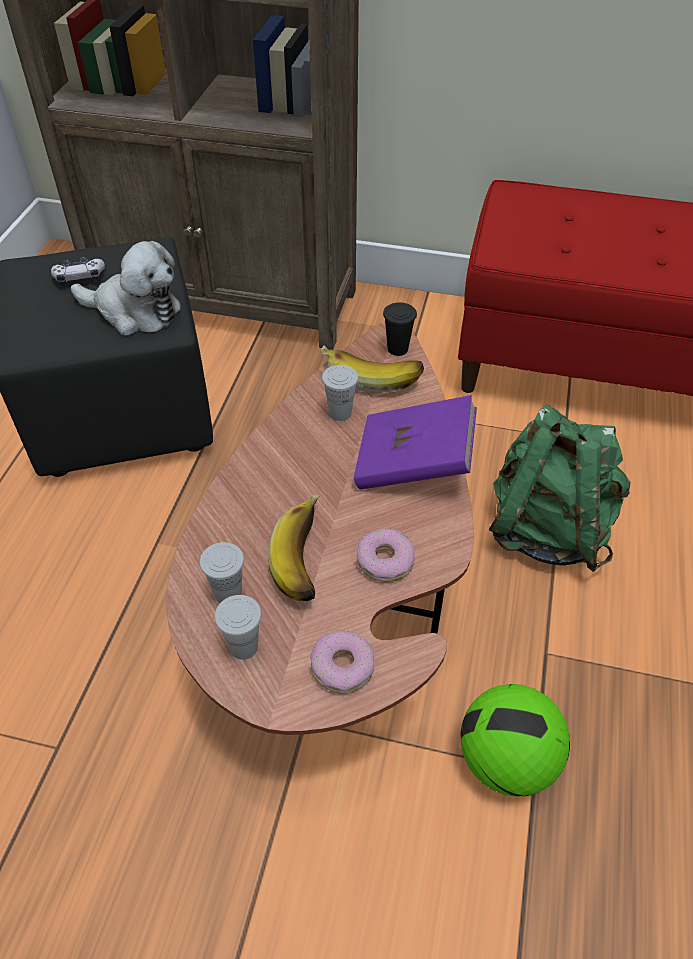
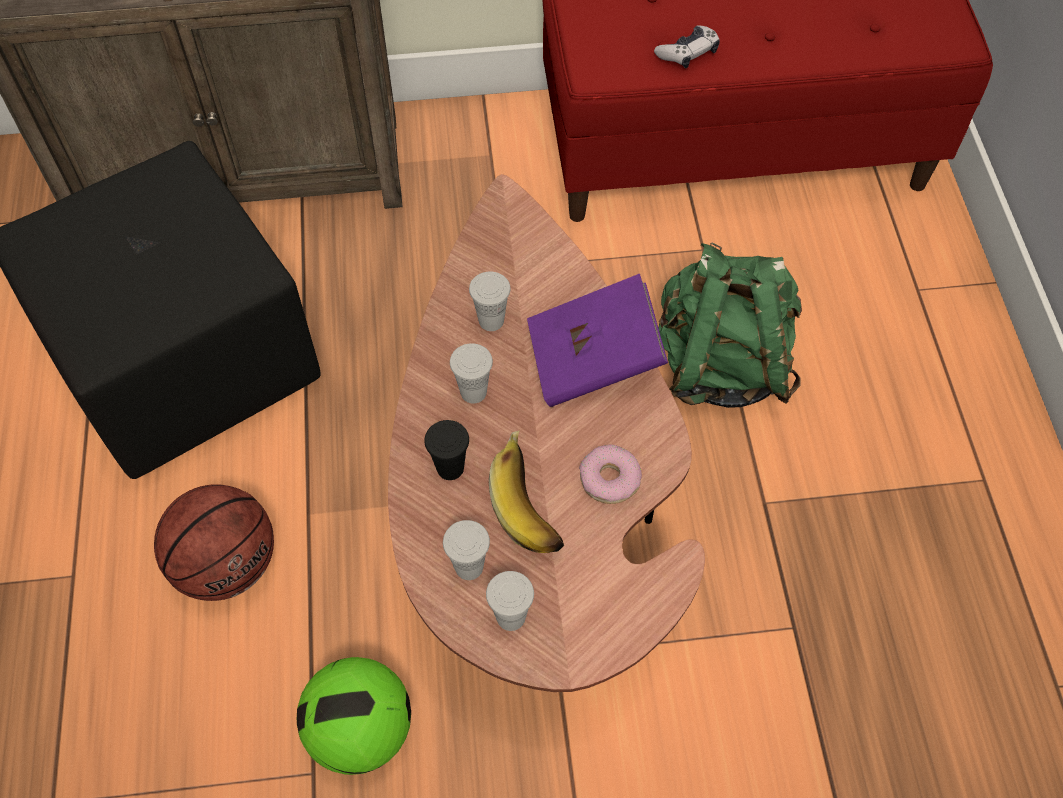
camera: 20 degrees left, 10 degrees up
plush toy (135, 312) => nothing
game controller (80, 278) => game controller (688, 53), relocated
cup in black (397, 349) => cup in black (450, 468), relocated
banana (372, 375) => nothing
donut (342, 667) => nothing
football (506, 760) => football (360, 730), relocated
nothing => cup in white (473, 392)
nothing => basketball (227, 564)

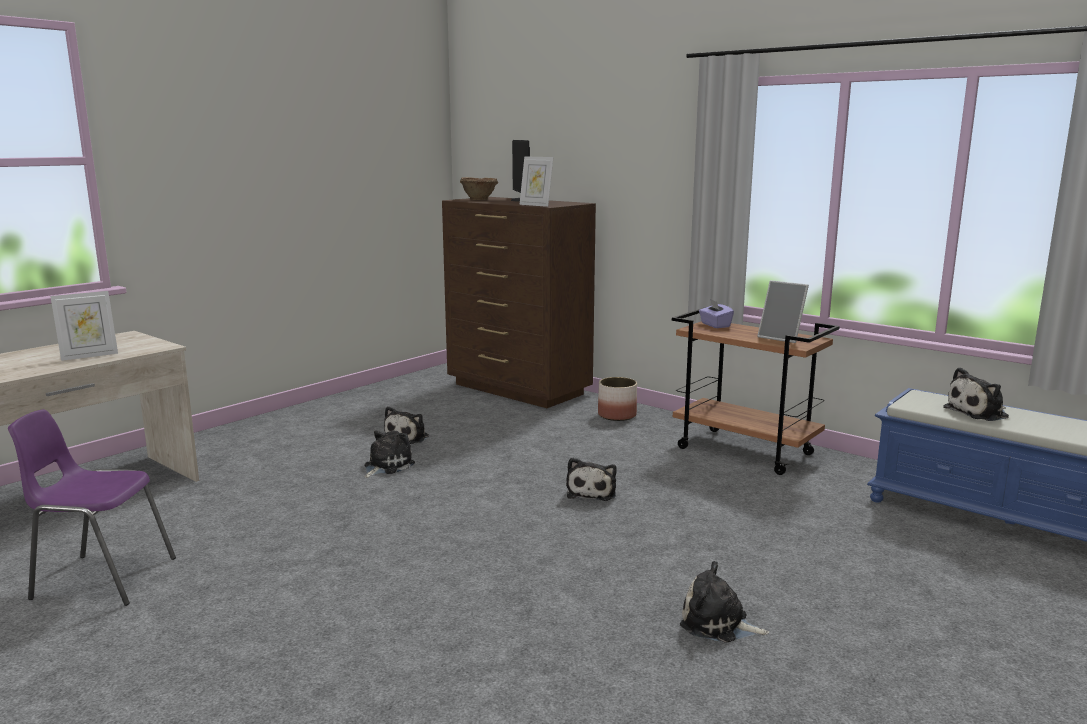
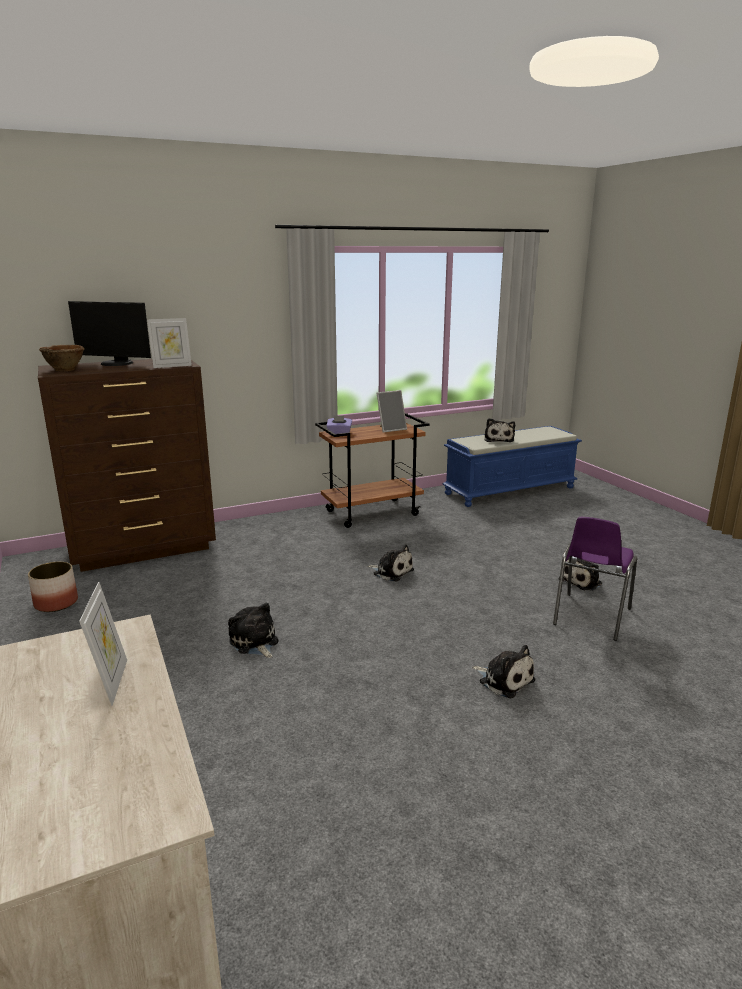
camera: 65 degrees left, 5 degrees up
planter (617, 415) => planter (56, 603), relocated
plush toy (408, 437) => plush toy (504, 680), relocated
chair in purple (101, 578) => chair in purple (590, 617), relocated

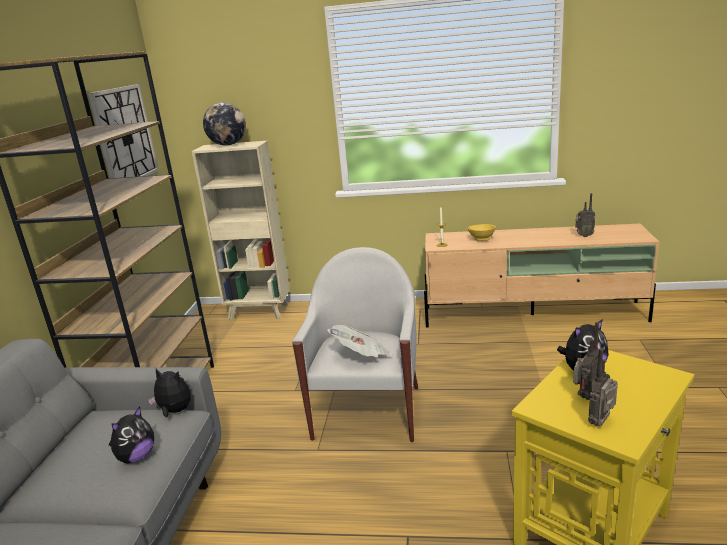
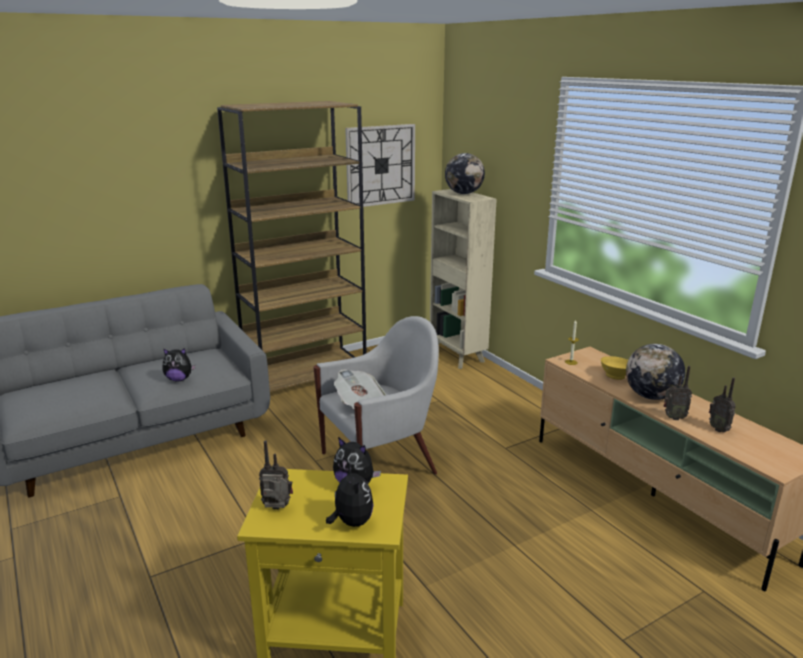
camera: 50 degrees right, 0 degrees up
radio (584, 396) => radio (673, 417), relocated
plush toy (174, 411) => plush toy (351, 522), relocated
nothing => globe (651, 396)

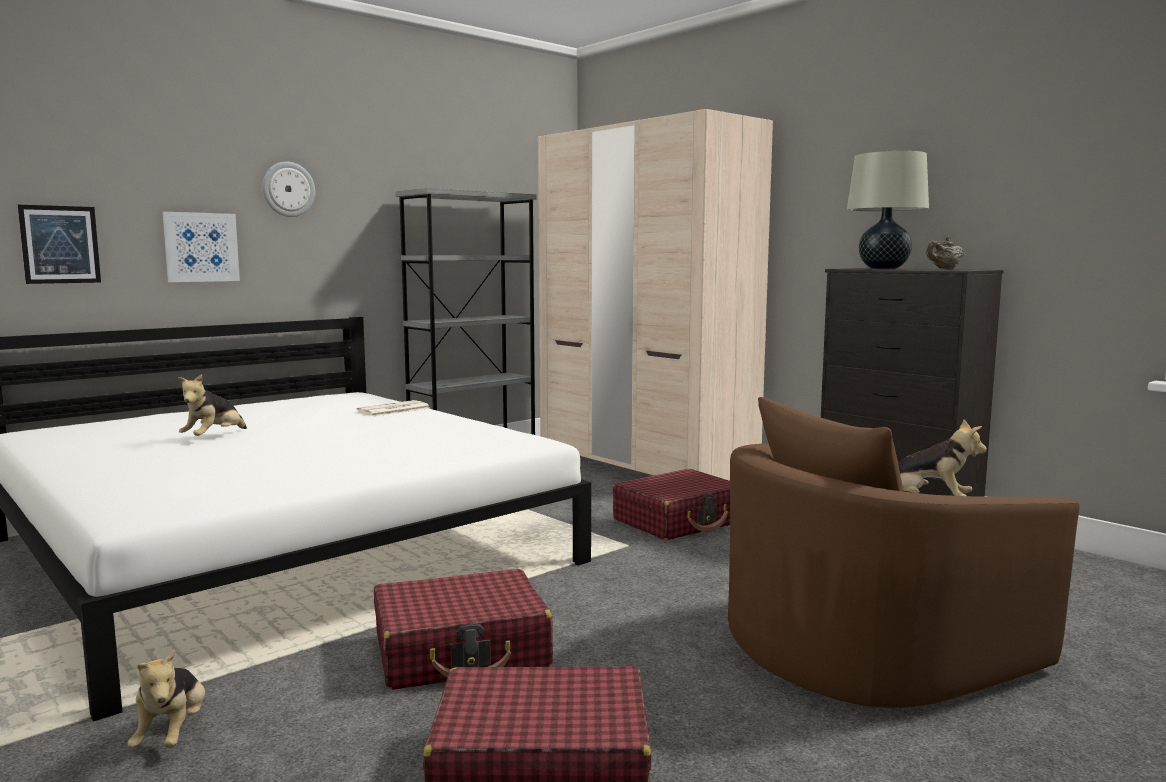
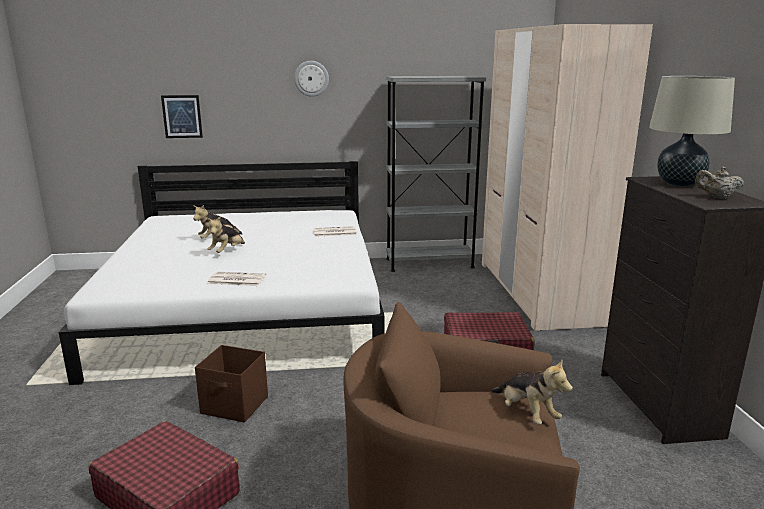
camera: 35 degrees right, 10 degrees up
picture (201, 247) => nothing
suitcase in red (462, 652) => storage box in brown (235, 406)
plush toy (172, 734) => plush toy (227, 251), relocated
nothing => newspaper (236, 280)

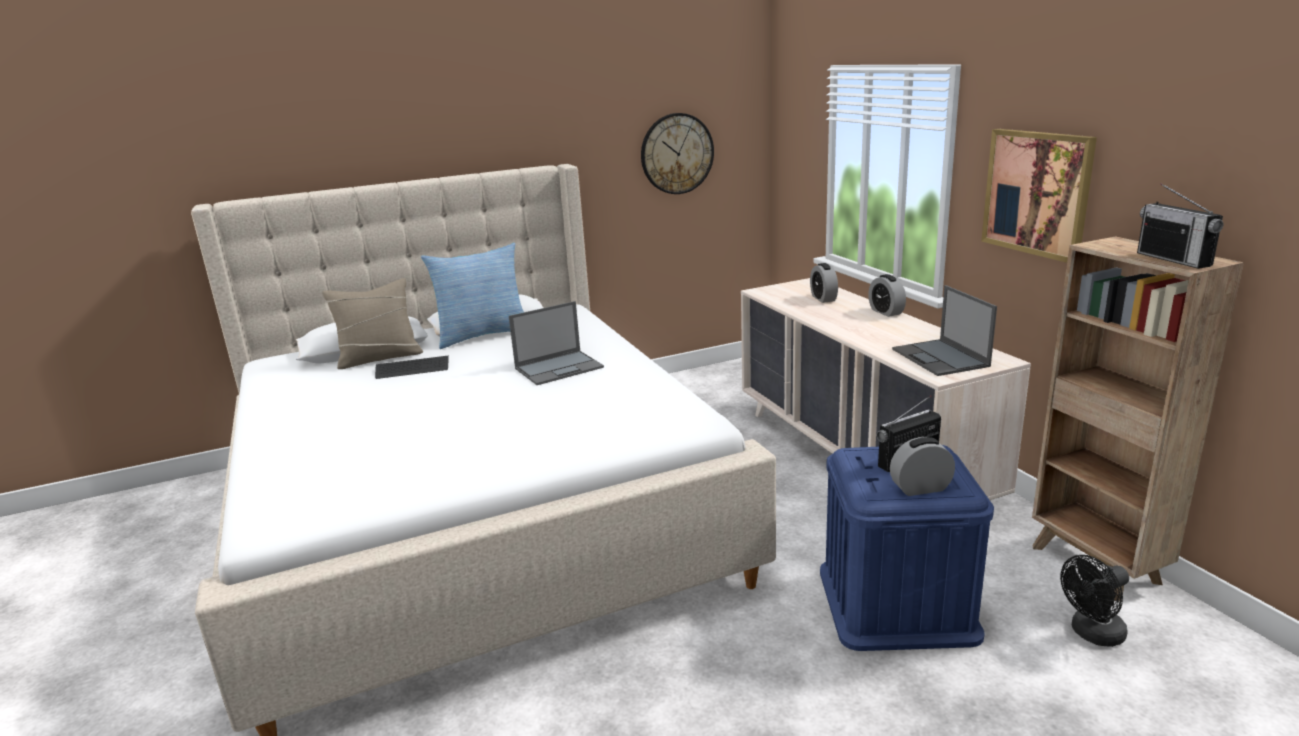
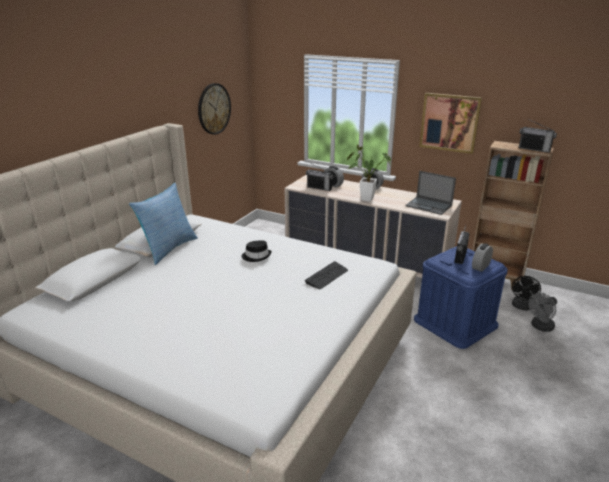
camera: 40 degrees left, 5 degrees up
pillow in beige (379, 358) => nothing
laptop (560, 368) => hat in black (256, 256)
keyboard (412, 369) => keyboard (327, 276), relocated
nothing => potted plant (364, 198)
nothing => radio (319, 188)
nothing => fan in grey (540, 327)

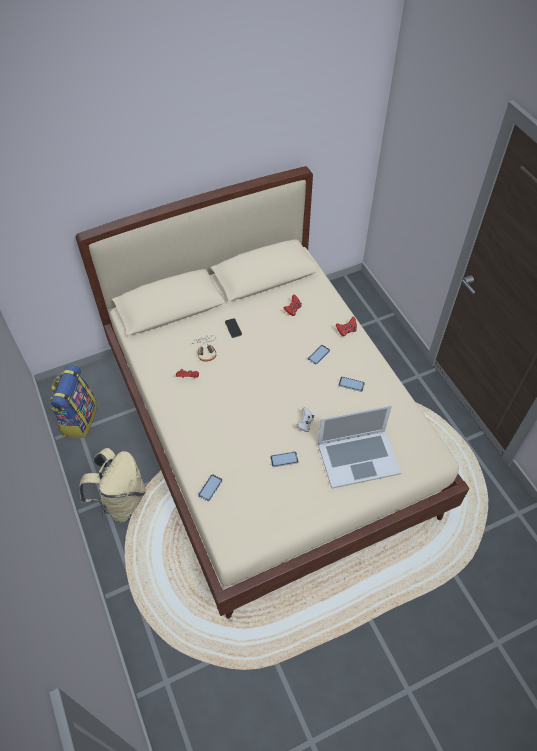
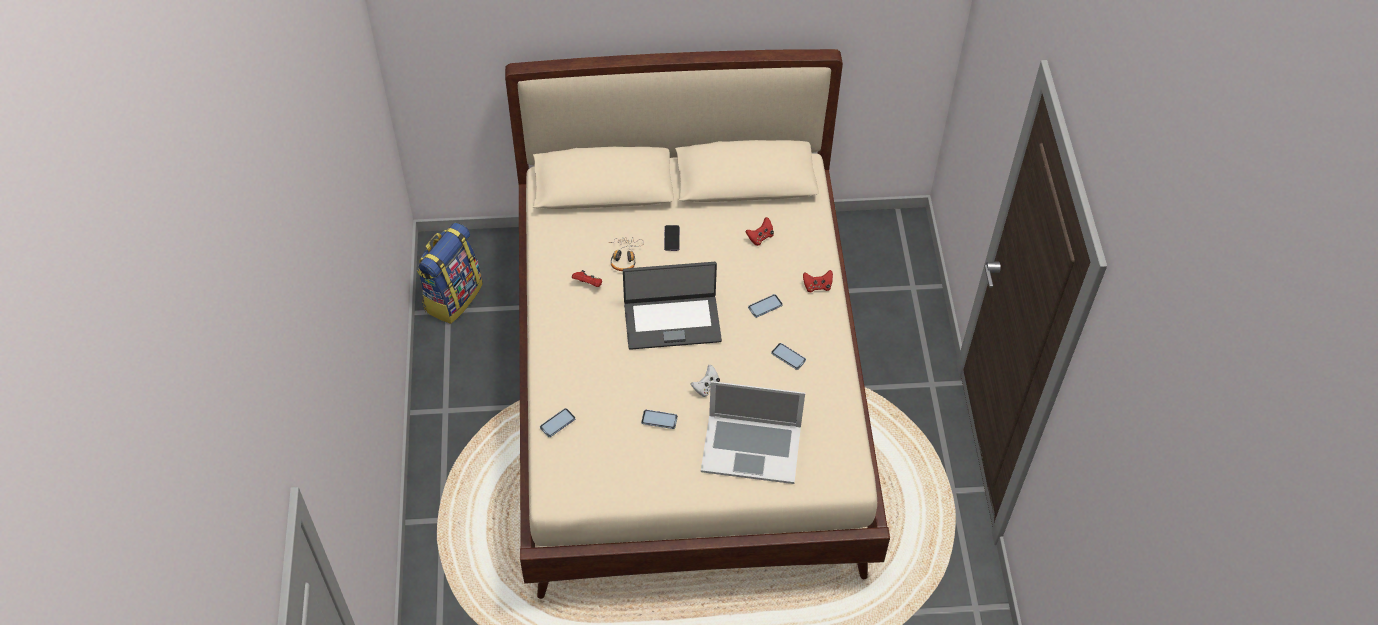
camera: 20 degrees right, 0 degrees up
backpack in beige (121, 501) => nothing
nothing => laptop (672, 321)

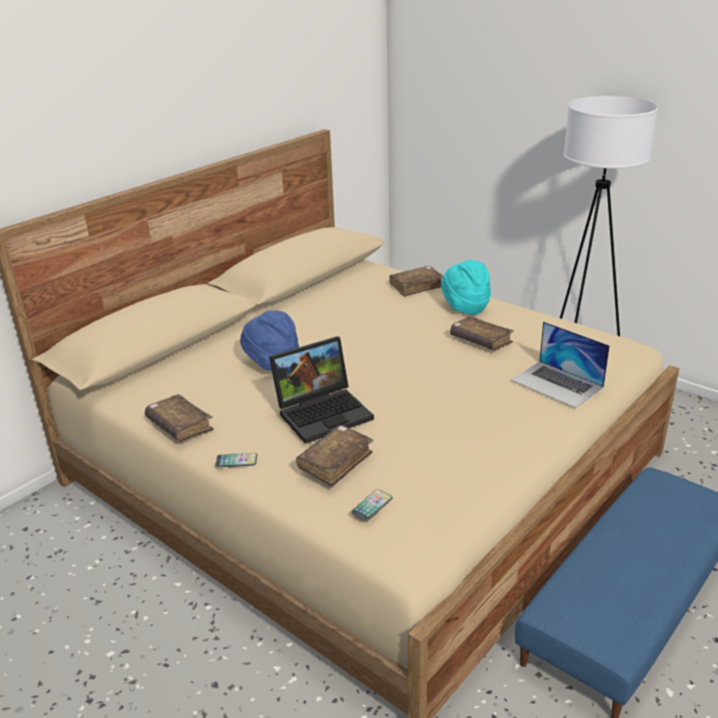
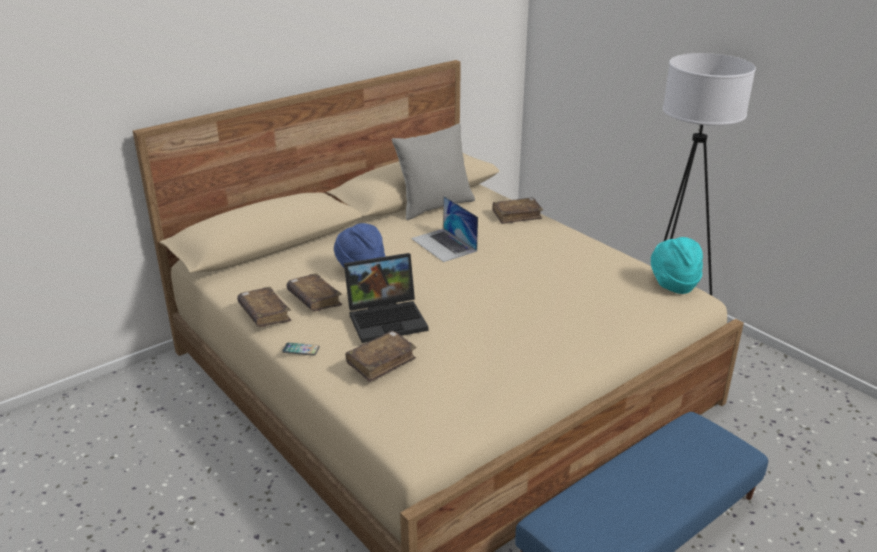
camera: 10 degrees right, 0 degrees up
hat in turquoise (465, 307) => hat in turquoise (673, 284), relocated
book in brown (481, 340) => book in brown (314, 299), relocated
laptop (557, 383) => laptop (444, 245), relocated
phone (372, 505) => nothing
nothing => pillow in grey (434, 206)

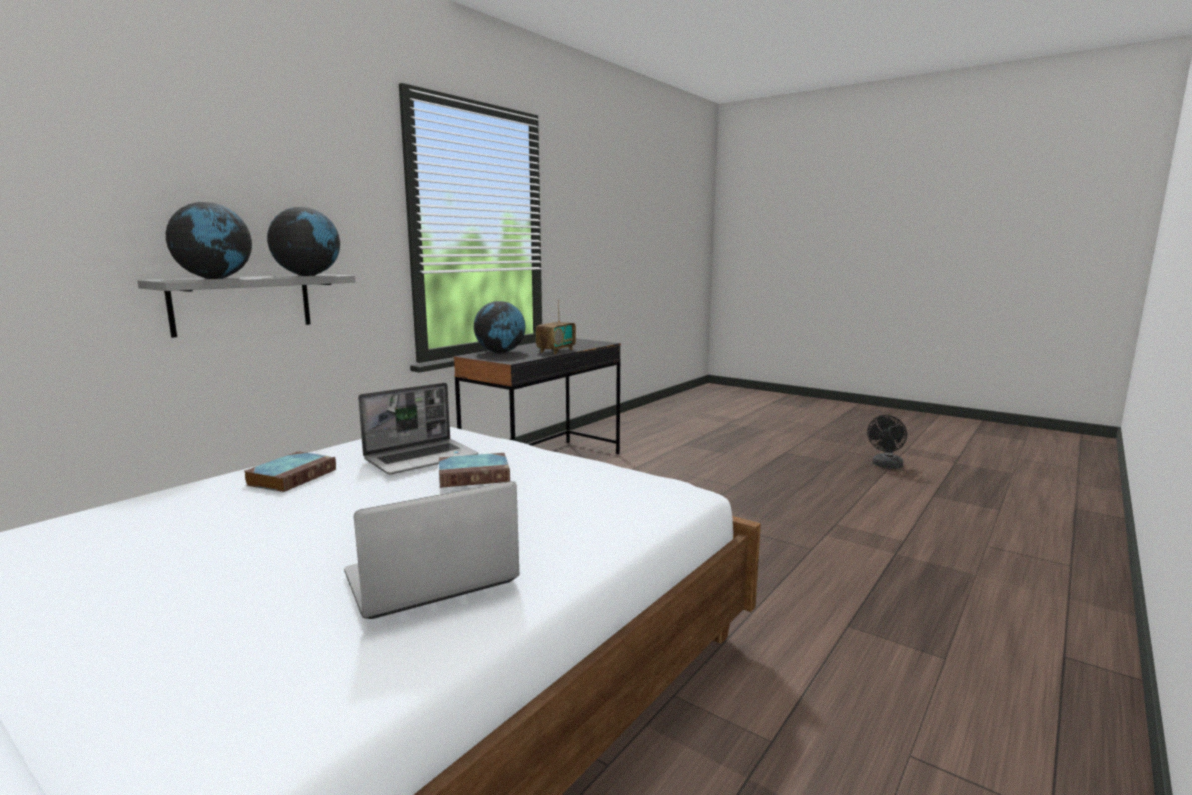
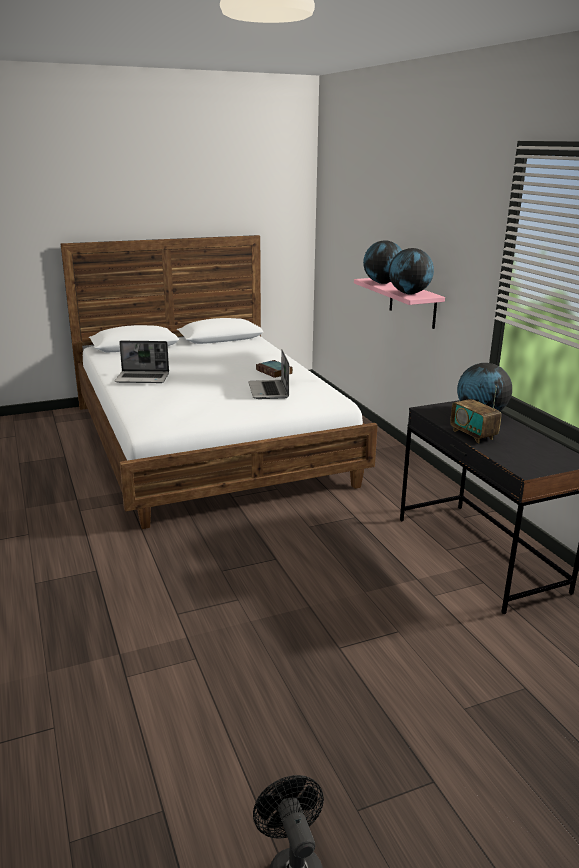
camera: 120 degrees right, 10 degrees up
shelf in grey (242, 303) => shelf in pink (412, 302)
book (475, 476) => nothing
laptop (429, 580) => laptop (143, 378), 90 degrees clockwise

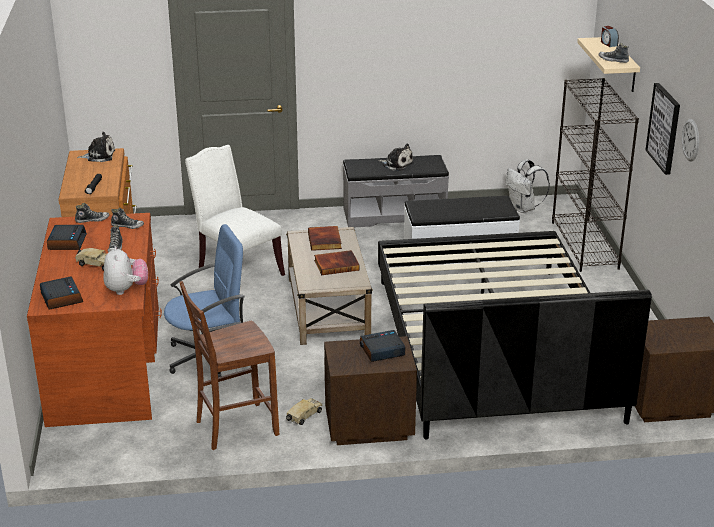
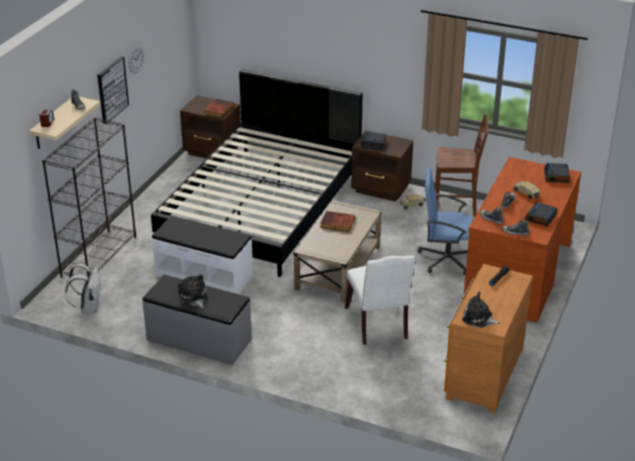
camera: 150 degrees left, 5 degrees up
book (325, 240) => book (218, 109), relocated
plush toy (126, 289) => nothing

